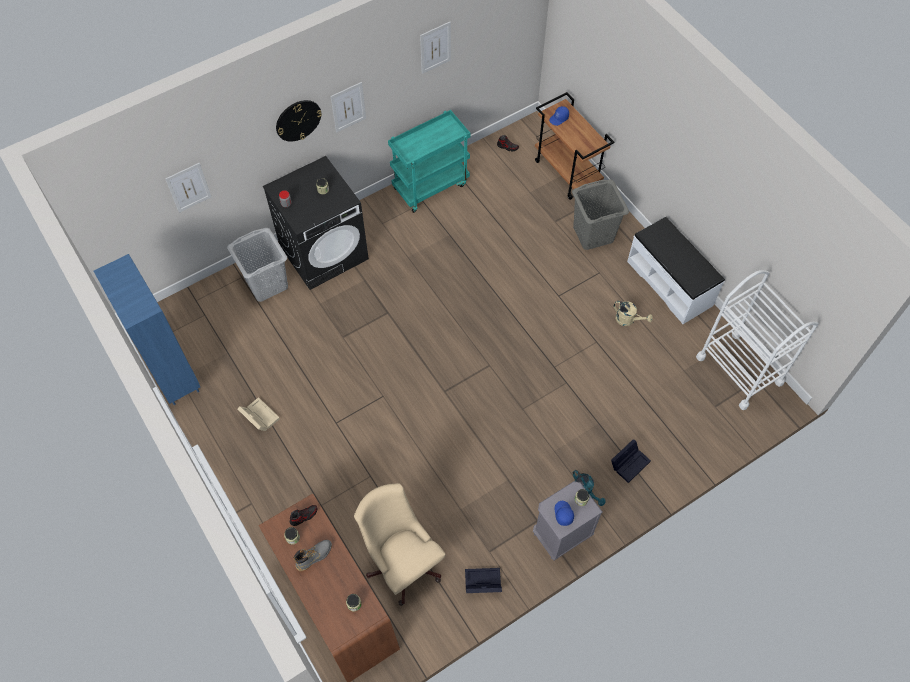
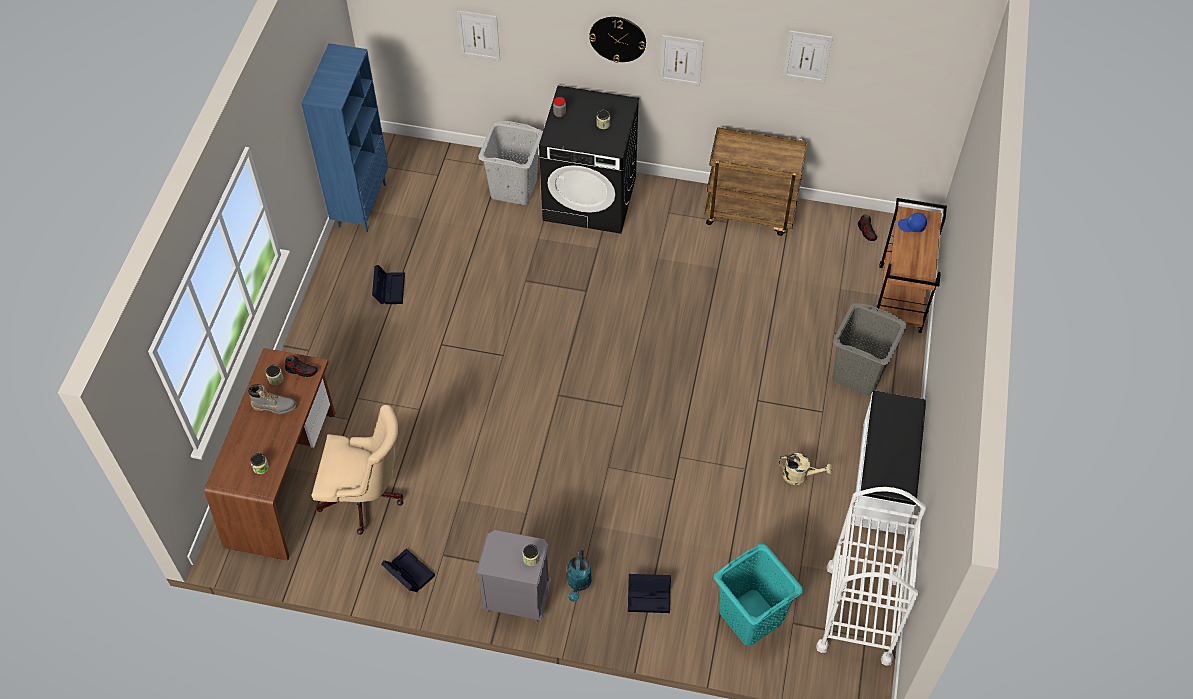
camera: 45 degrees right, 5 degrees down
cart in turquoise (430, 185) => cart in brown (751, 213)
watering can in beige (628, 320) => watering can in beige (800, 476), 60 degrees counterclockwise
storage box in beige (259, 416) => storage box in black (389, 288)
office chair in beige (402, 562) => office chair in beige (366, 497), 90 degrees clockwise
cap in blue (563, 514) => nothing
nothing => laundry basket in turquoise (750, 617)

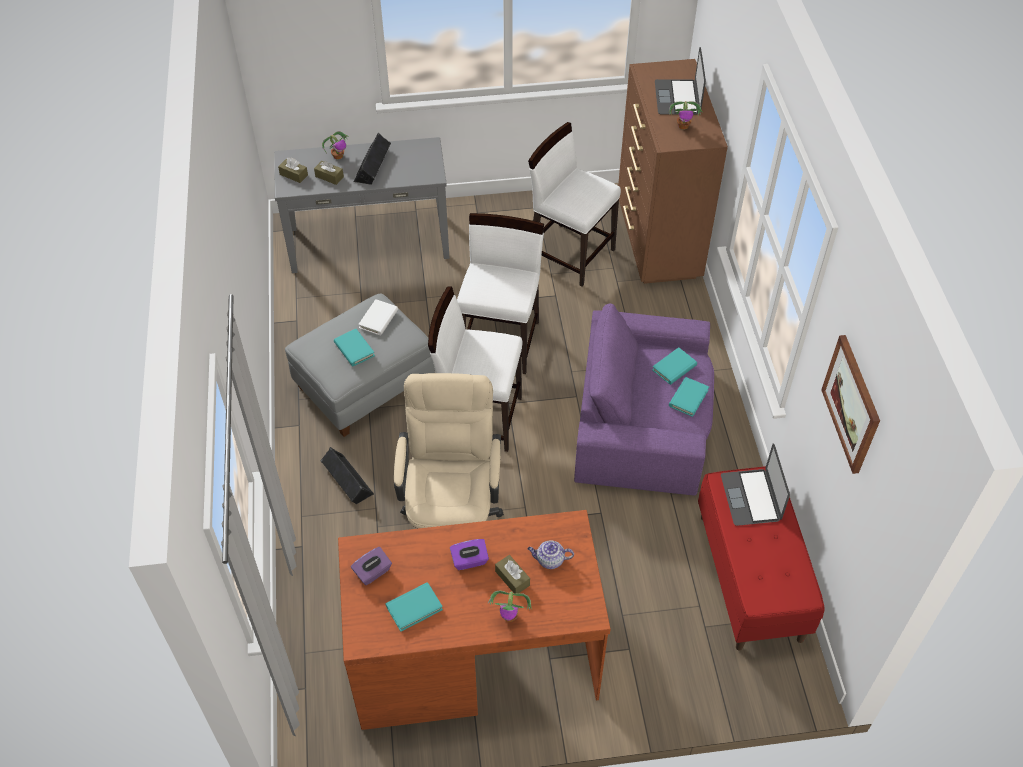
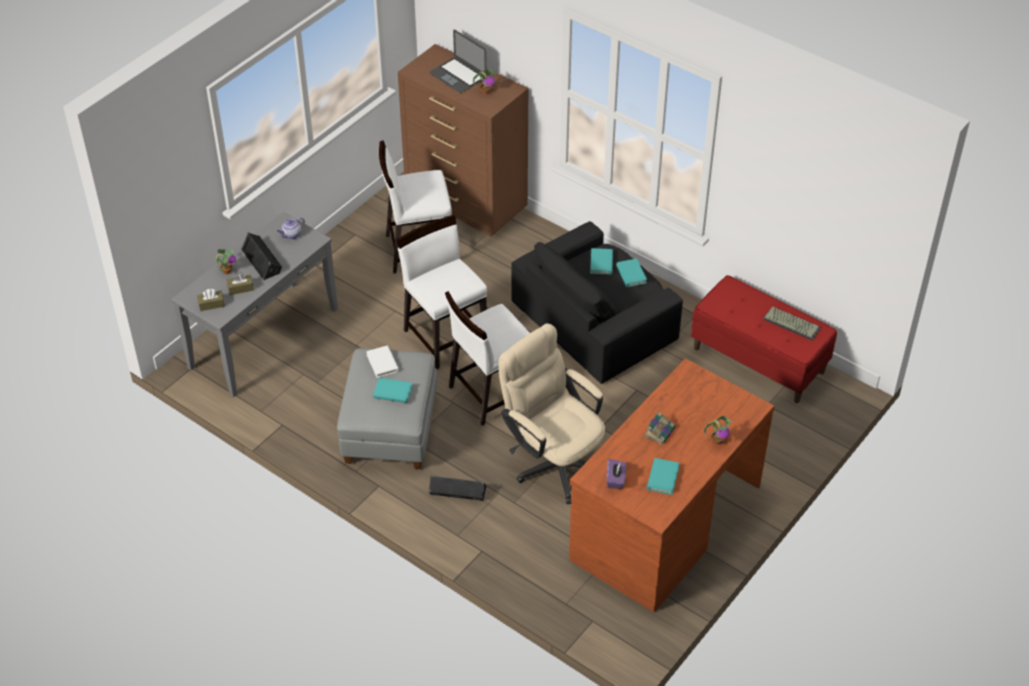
camera: 45 degrees left, 5 degrees down
armchair in purple (642, 421) => armchair in black (595, 320)
picture (852, 404) => nothing
laptop (751, 497) => nothing
tissue box in purple (469, 561) => book (659, 431)
teapot (549, 560) => teapot (291, 235), relocated
tissue box in brown (512, 578) => nothing
nothing => keyboard (792, 323)

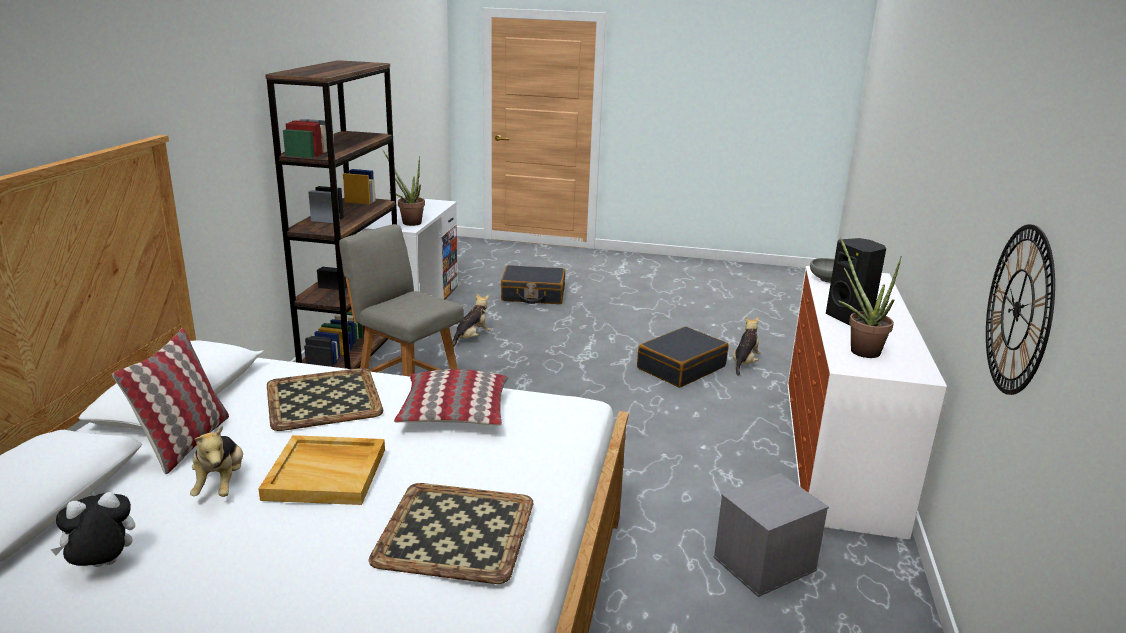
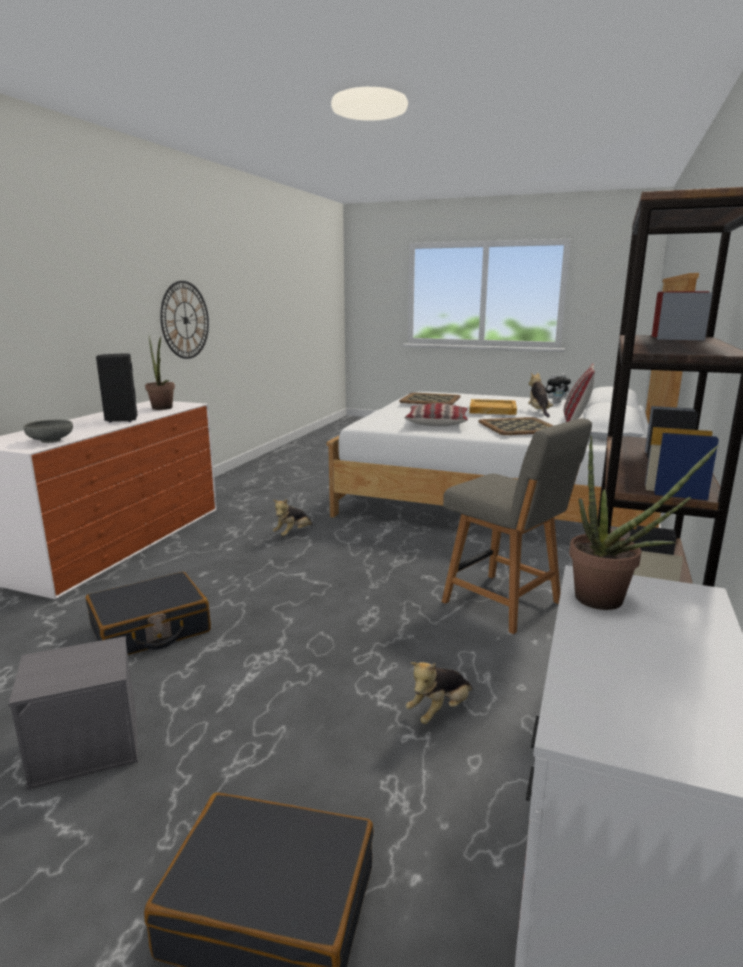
camera: 170 degrees left, 5 degrees down
plush toy (744, 363) => plush toy (293, 534), relocated
storage box in grey (764, 565) => storage box in grey (87, 746), relocated

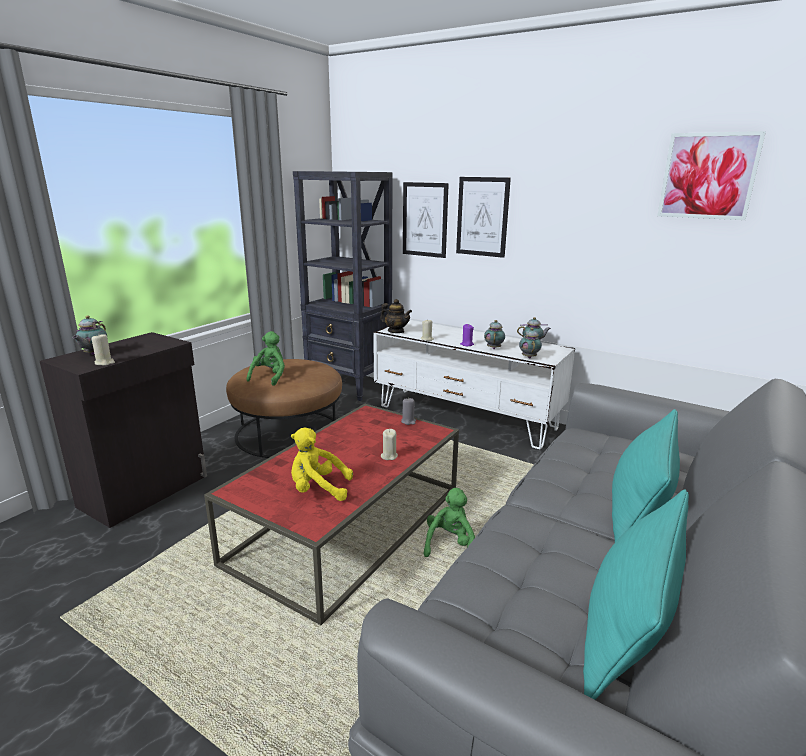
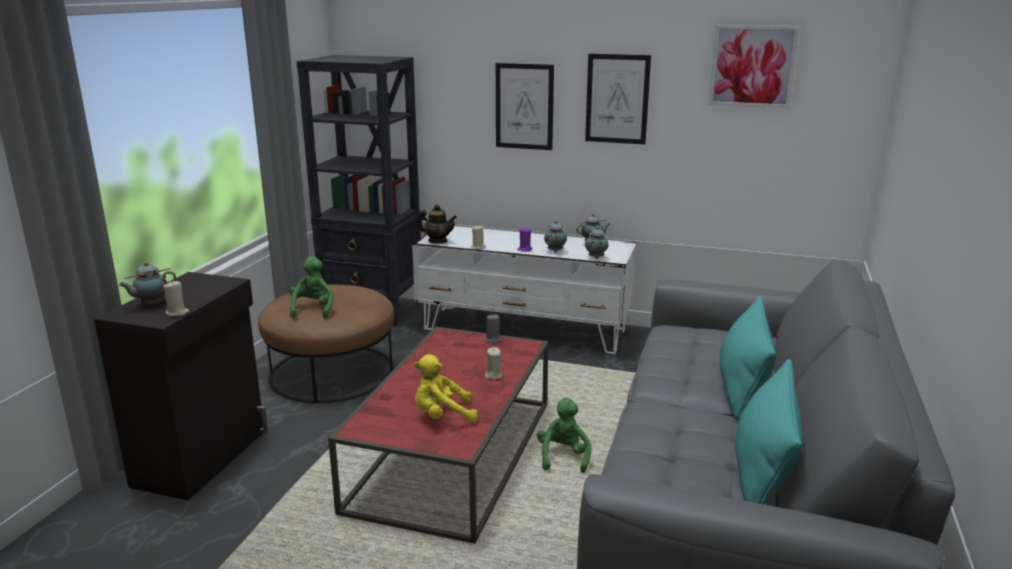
camera: 15 degrees left, 0 degrees up
picture (425, 220) => picture (617, 99), relocated
teapot (93, 354) => teapot (151, 304), 60 degrees clockwise

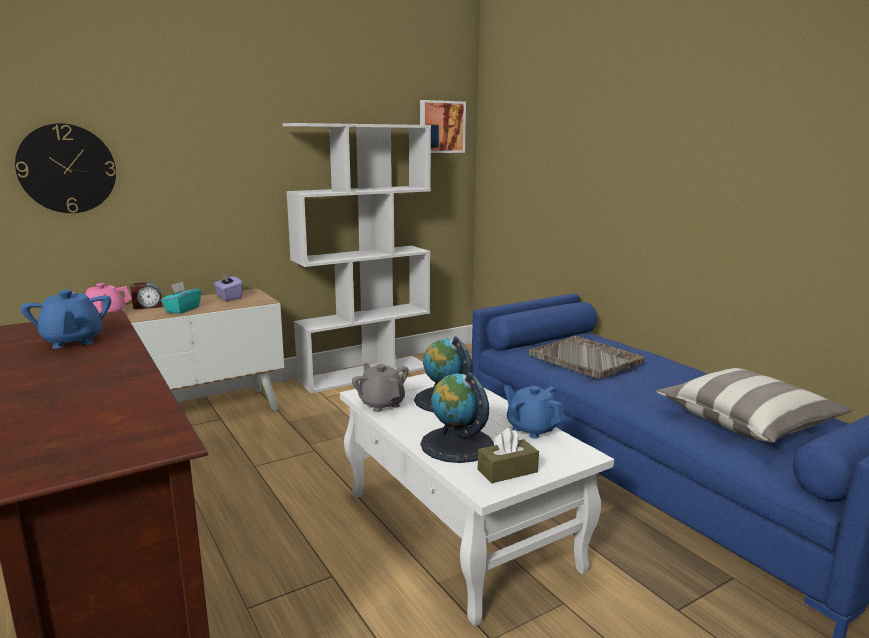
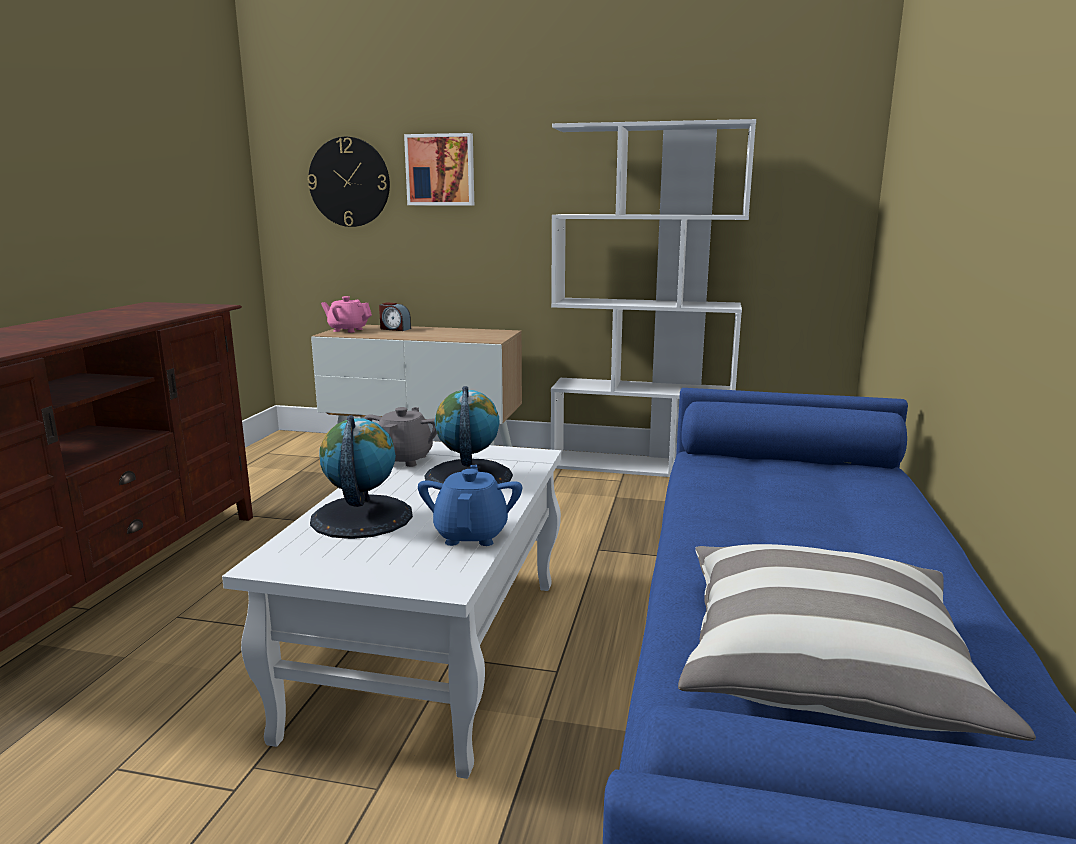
camera: 45 degrees right, 0 degrees up
picture (441, 127) => picture (440, 170), relocated
tissue box in purple (228, 297) => nothing
tissue box in turquoise (182, 310) => nothing
teapot in blue (72, 341) => nothing
tray in grey (586, 359) => nothing
tissue box in brown (507, 471) => nothing

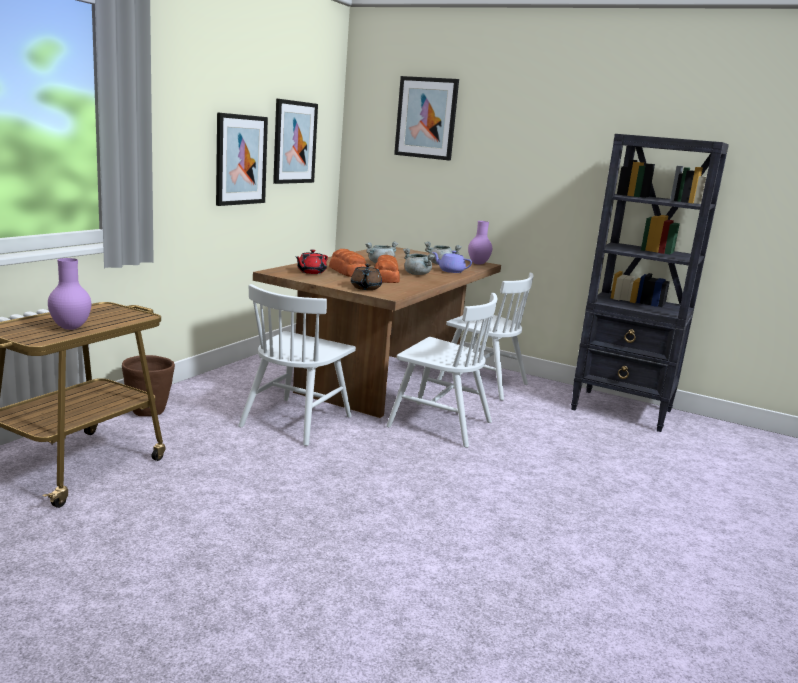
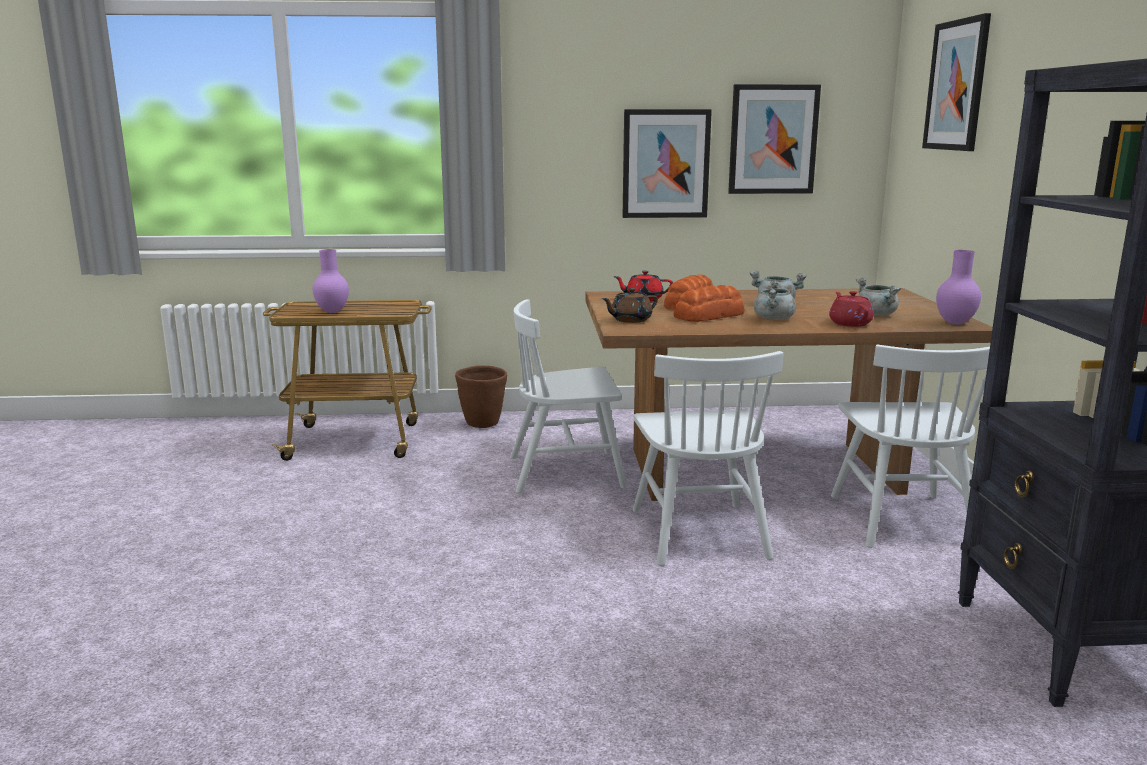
camera: 60 degrees right, 0 degrees up
teapot in purple (450, 271) => teapot in red (849, 323)

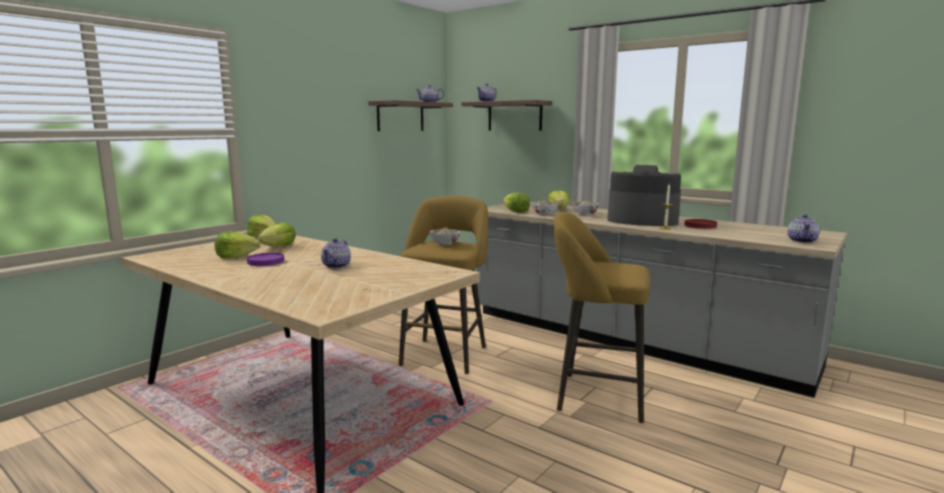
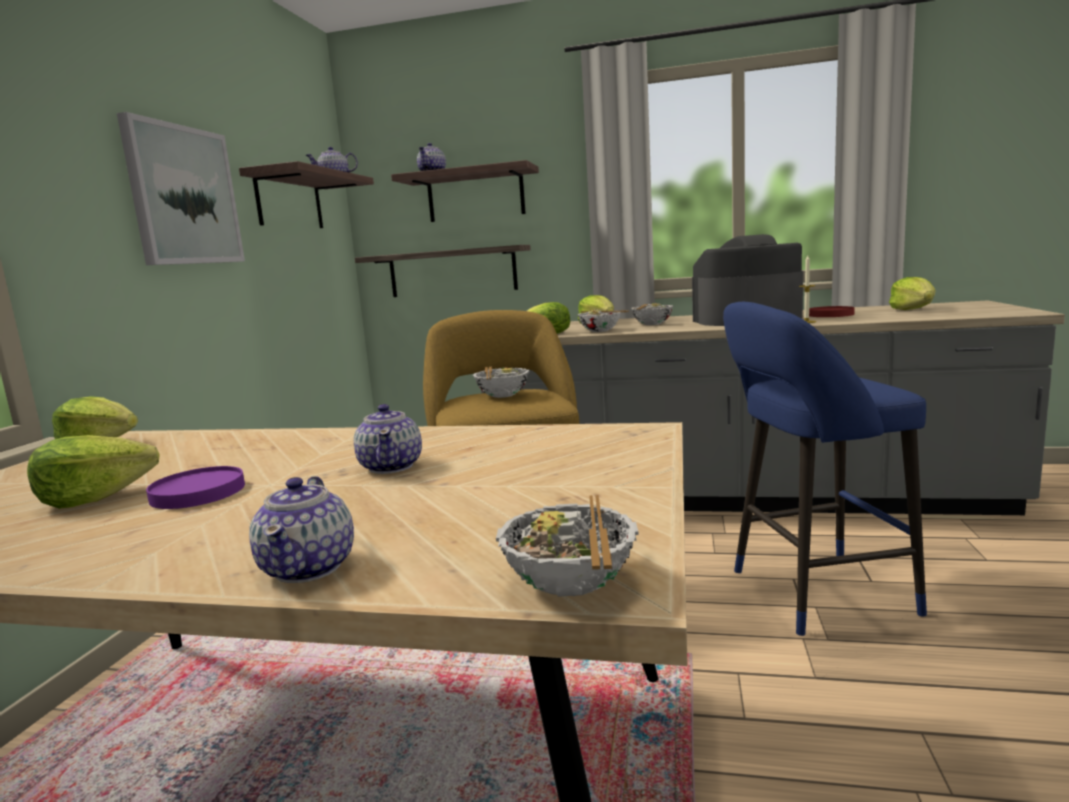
camera: 25 degrees left, 0 degrees up
stool in yellow (595, 396) => stool in blue (812, 593)
teapot (802, 241) => teapot (309, 567), relocated
lettuce (278, 247) => lettuce (913, 310), relocated
nothing => picture (183, 196)
nothing => shelf (452, 272)
nothing => bowl (572, 583)

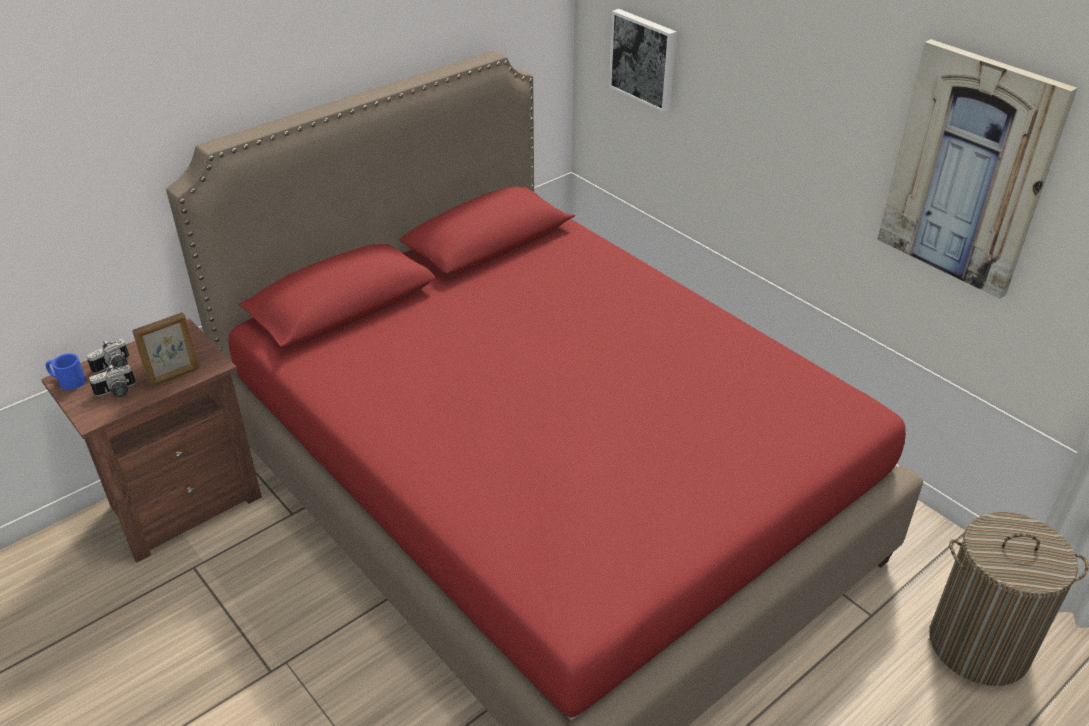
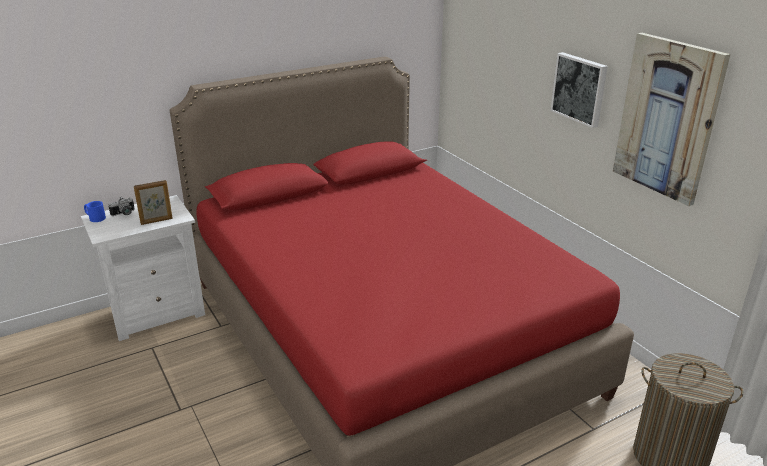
camera: 10 degrees right, 10 degrees down
picture (644, 59) => picture (580, 89), relocated
nightstand in brown (182, 502) => nightstand in white (156, 312)
photo camera (117, 392) => nothing

